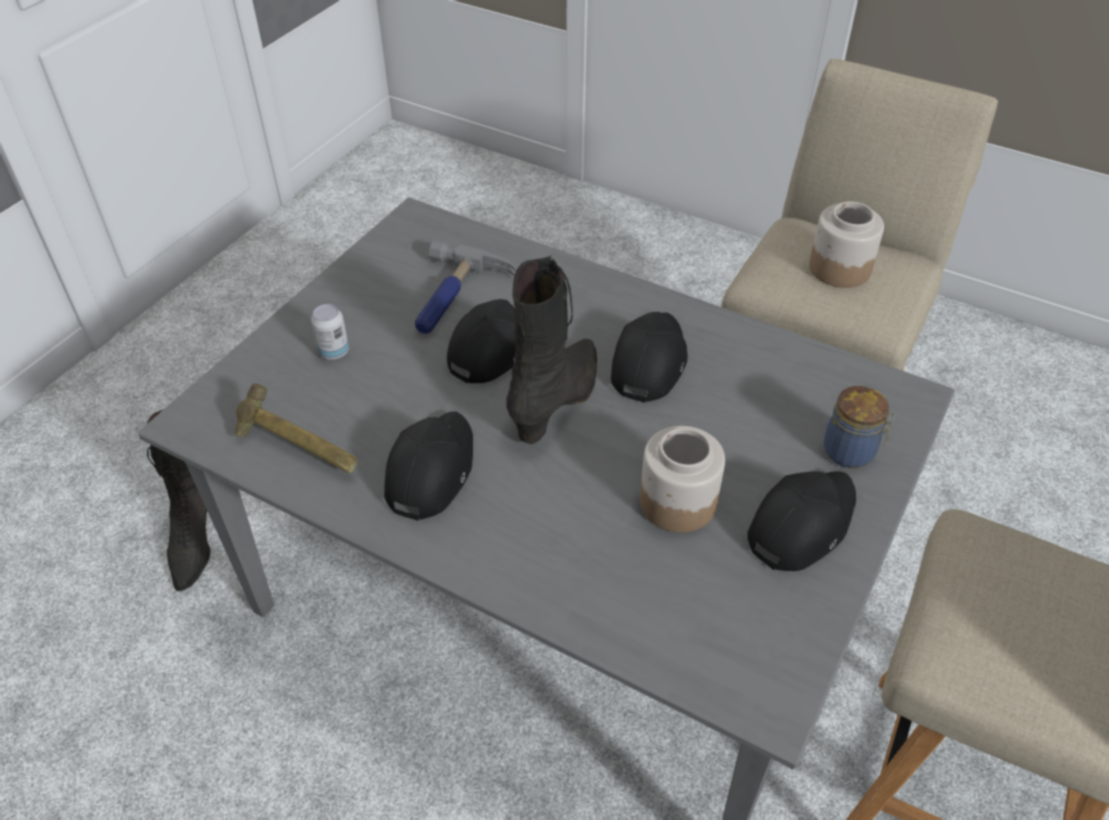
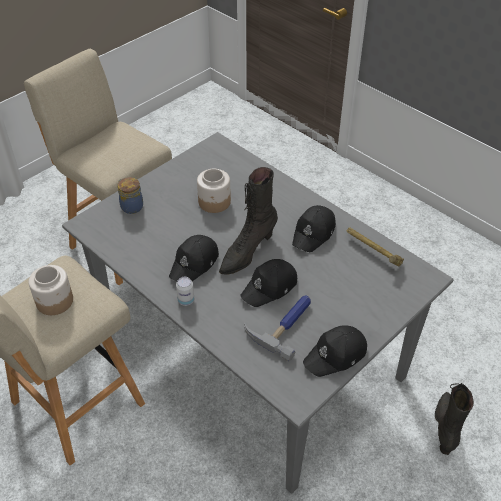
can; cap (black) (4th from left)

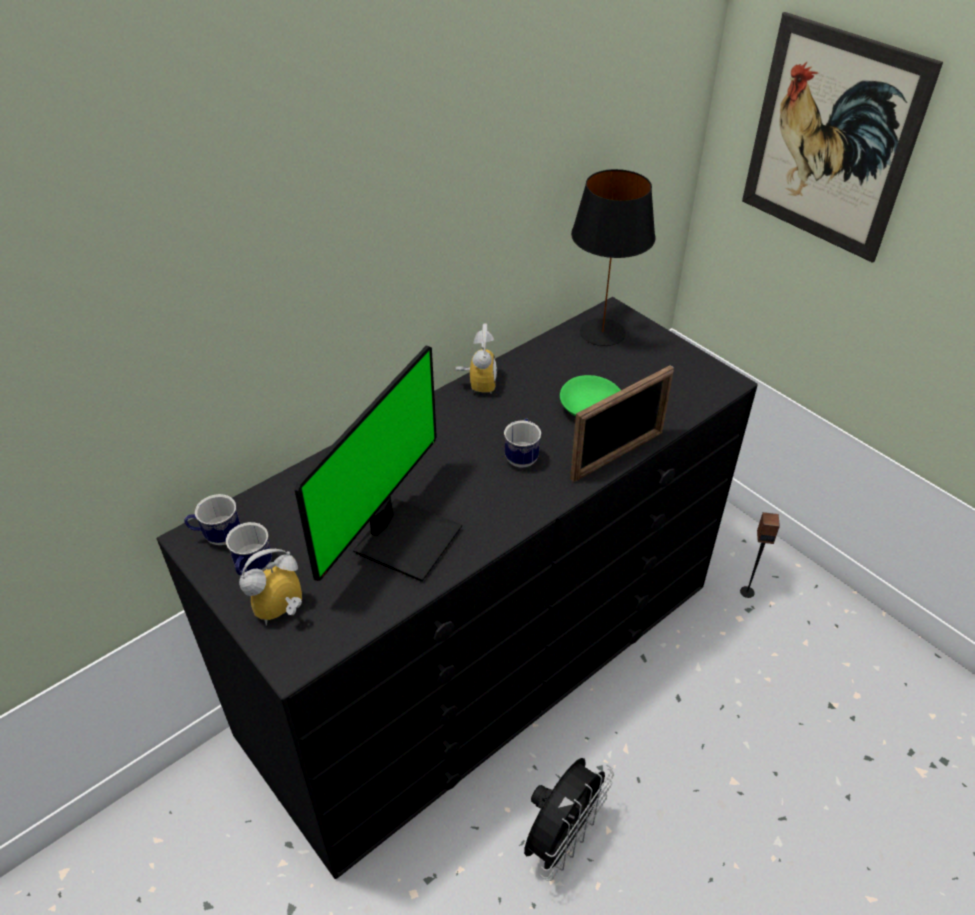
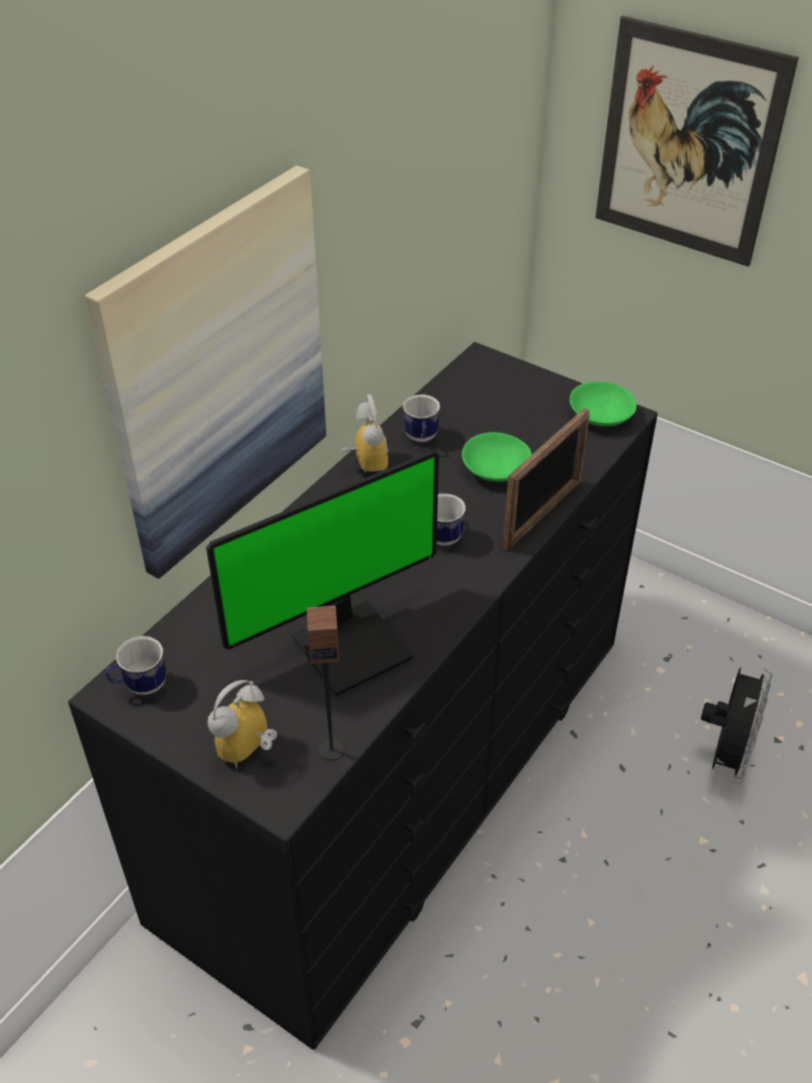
table lamp (black); picture (1st from left); bowl (green) (2nd from left); mug (2nd from left); fan (black); speaker; monitor

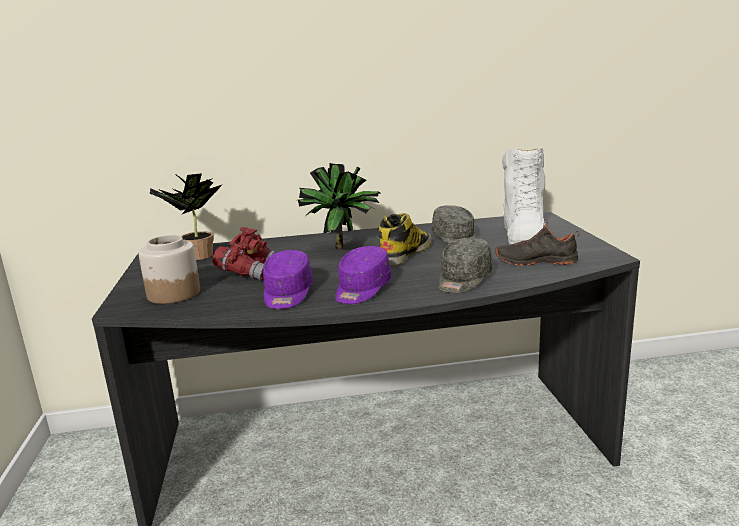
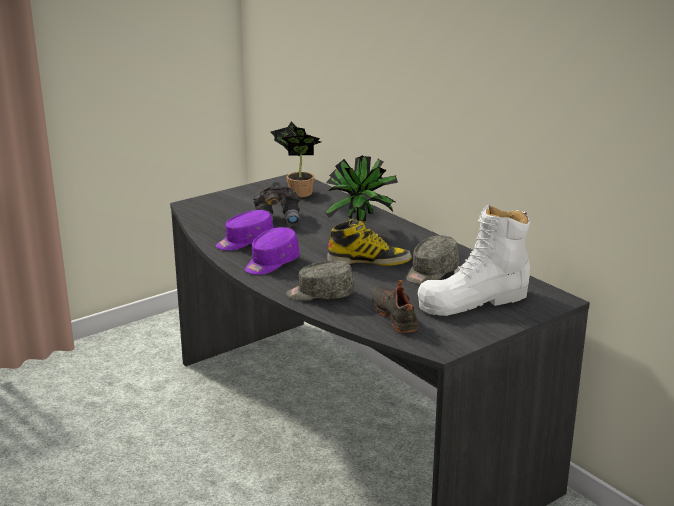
jar; binoculars (grey); cap (purple) (2nd from left)

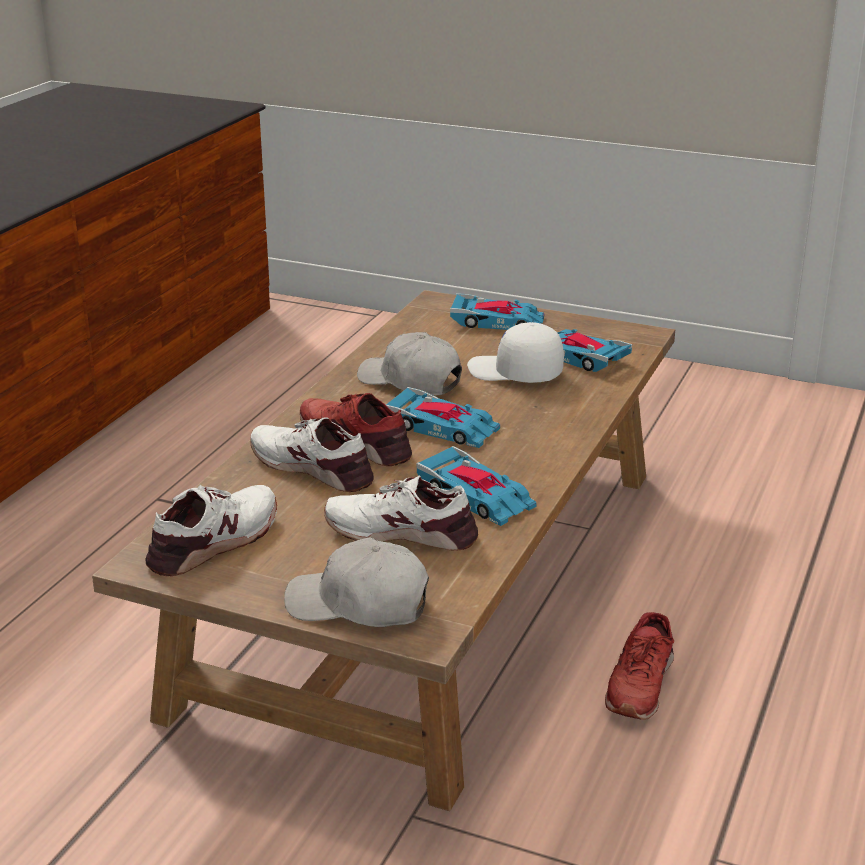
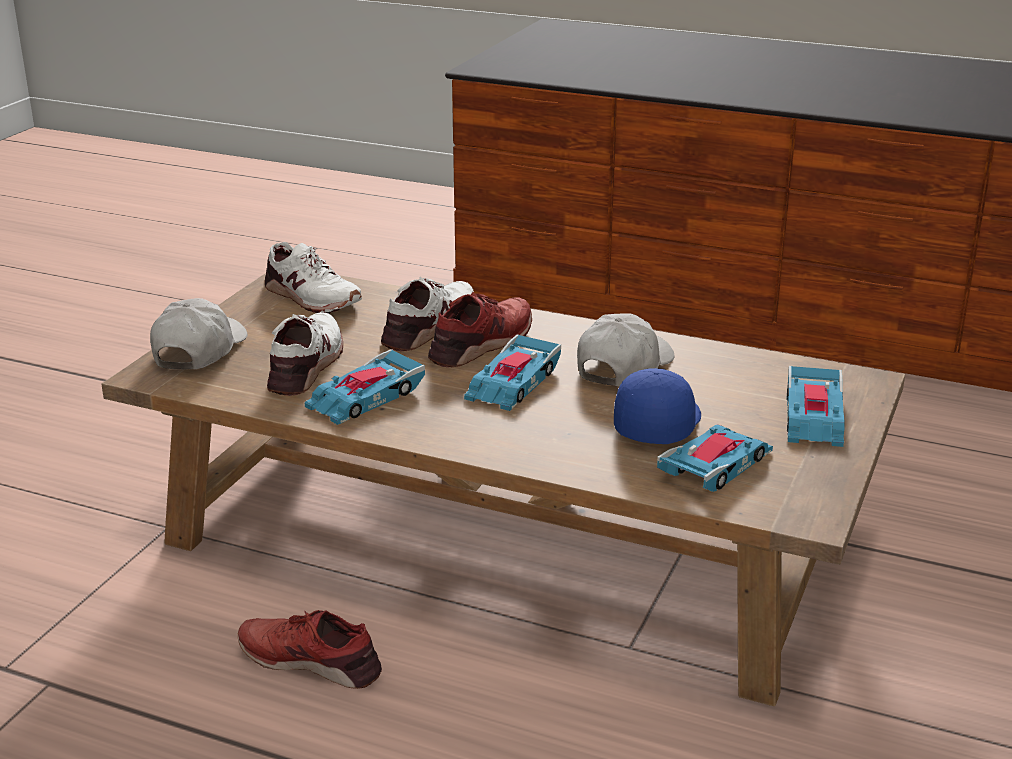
cap (blue)

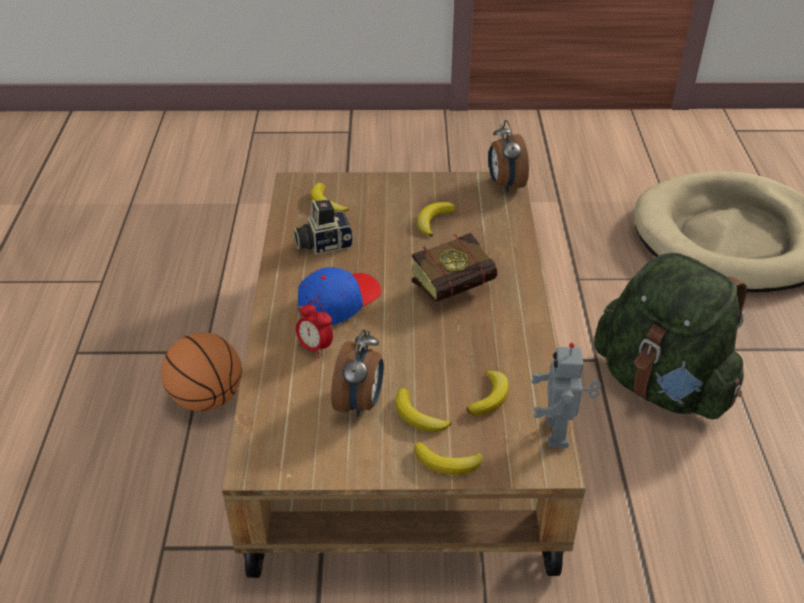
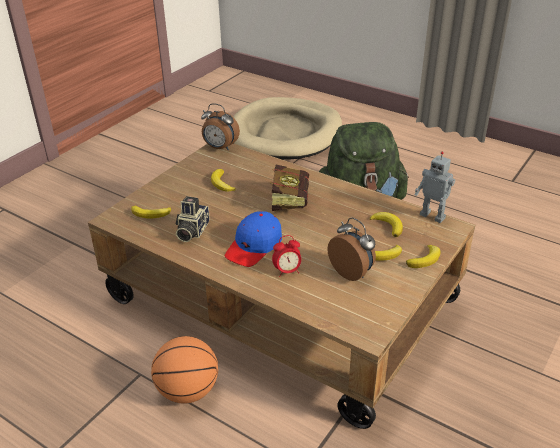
cap (blue)

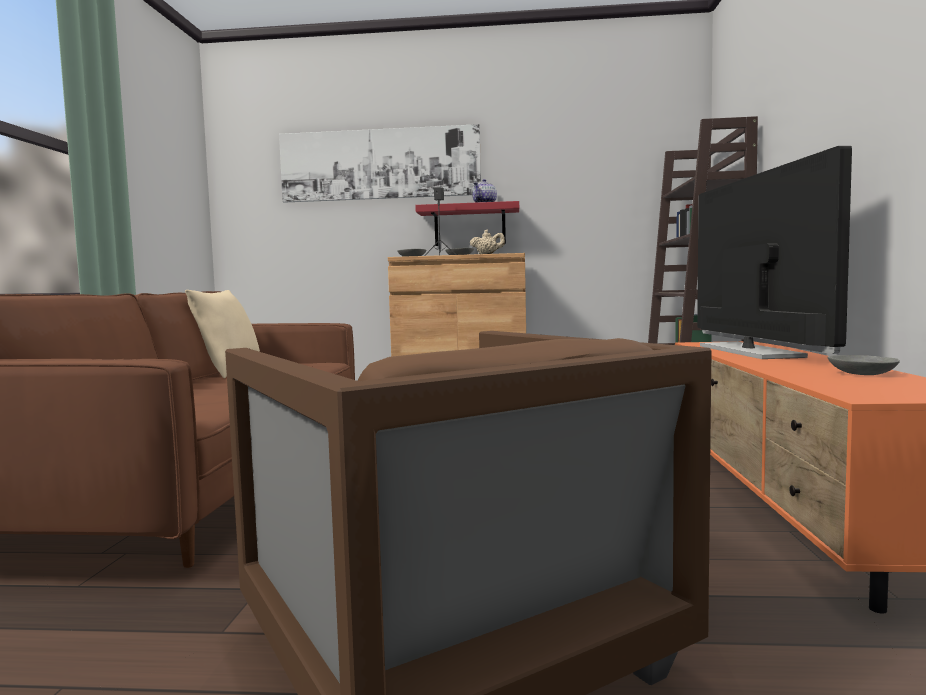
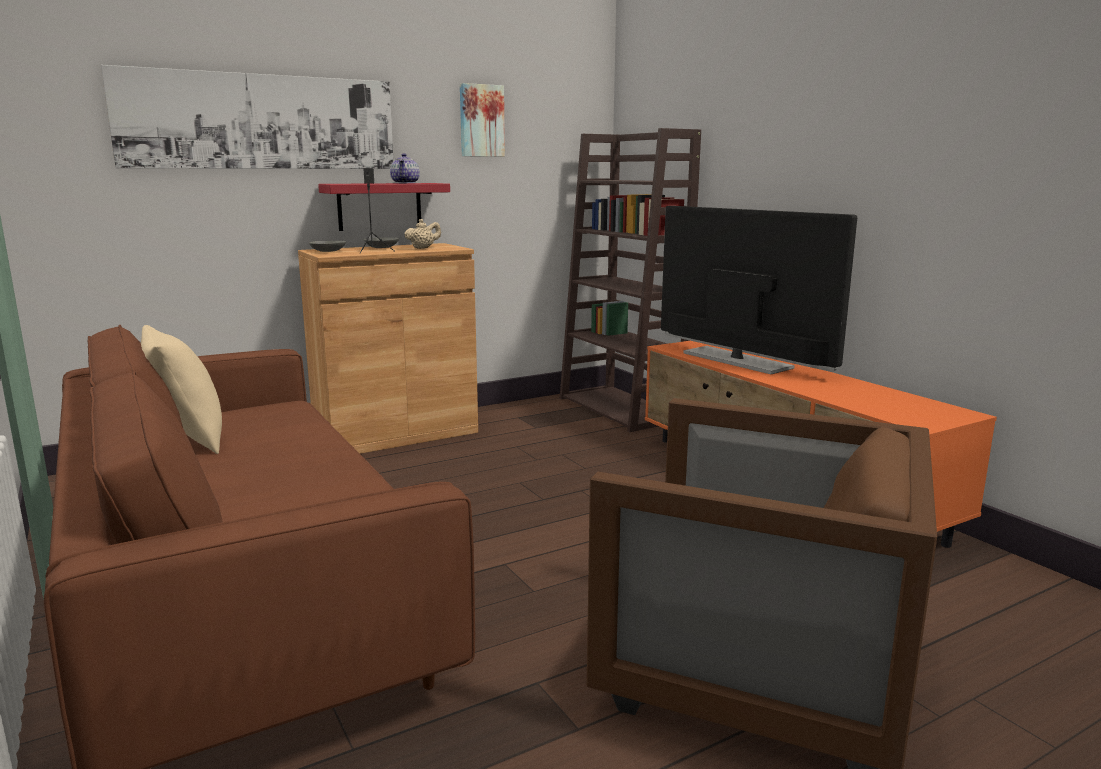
bowl (grey) (3rd from left in the first image); picture (2nd from left)

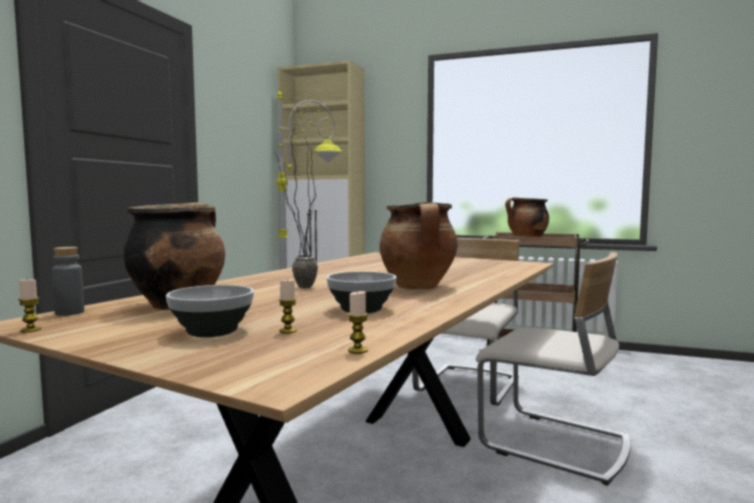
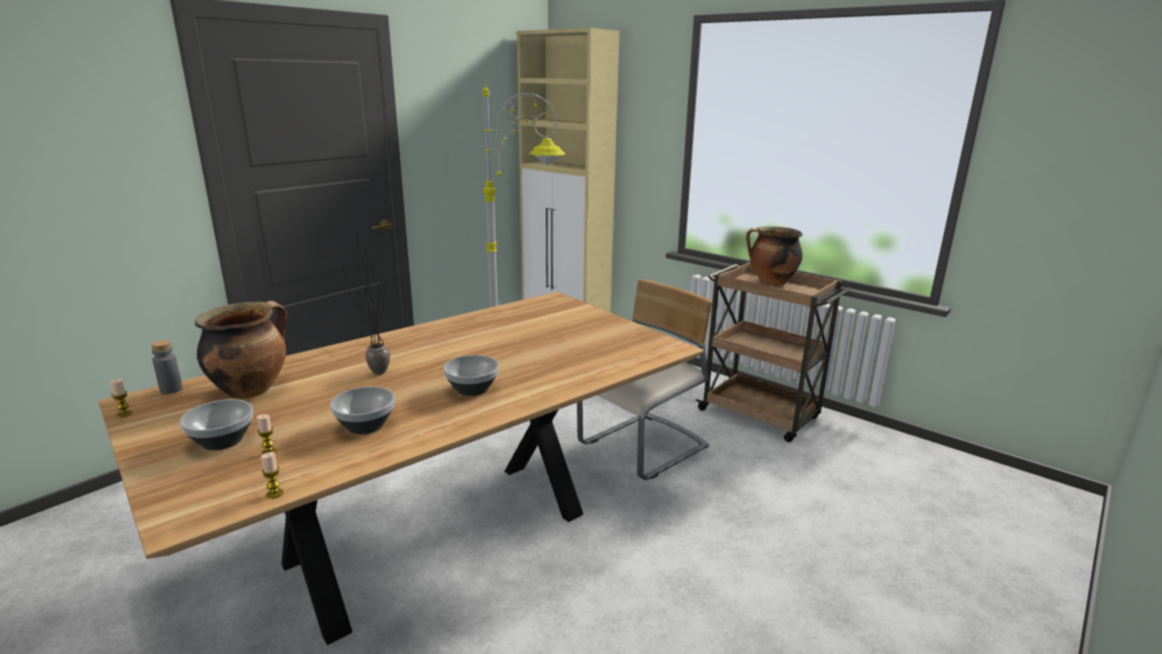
chair (beige) (2nd from left in the first image); bowl (3rd from left)

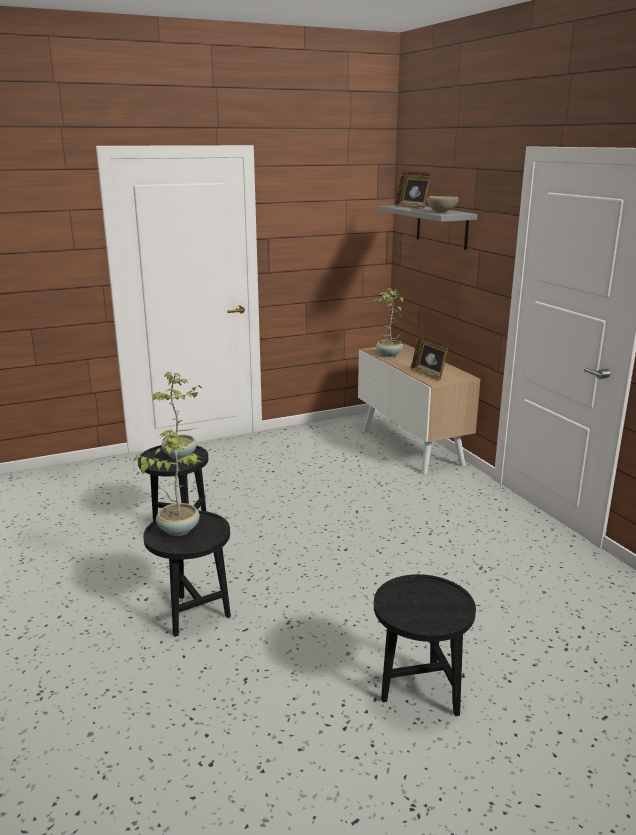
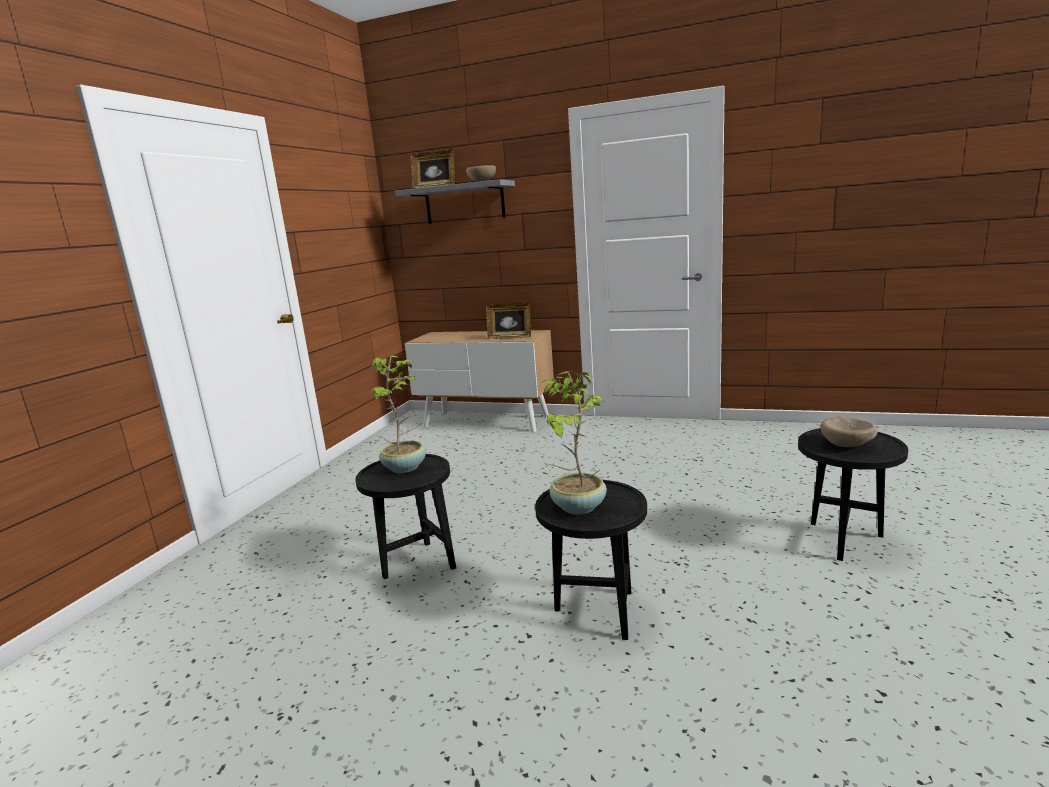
potted plant (3rd from left in the first image); bowl (beige) (2nd from left)

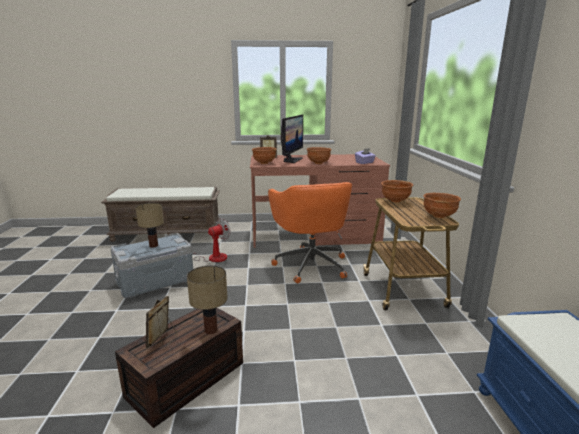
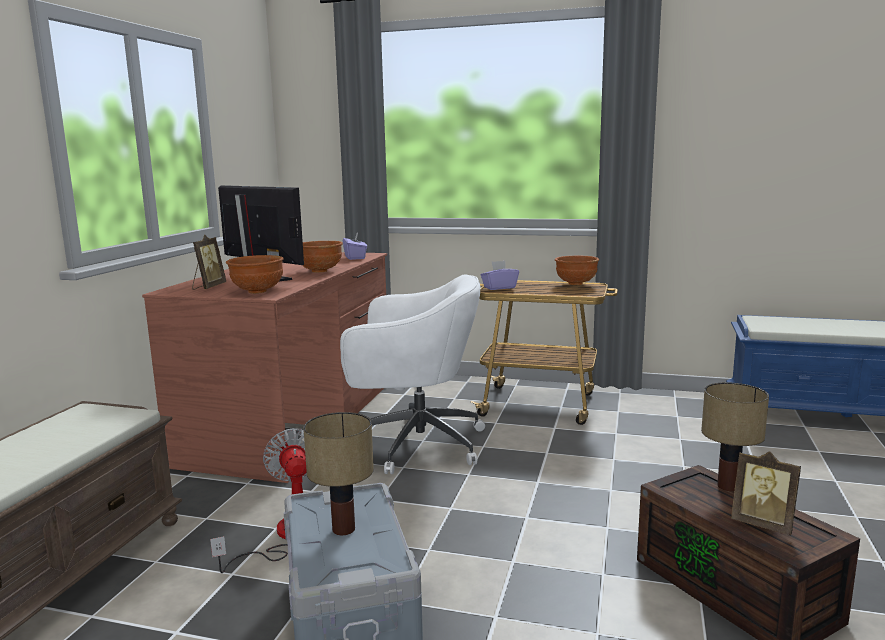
tissue box (purple) (2nd from left); office chair (white)

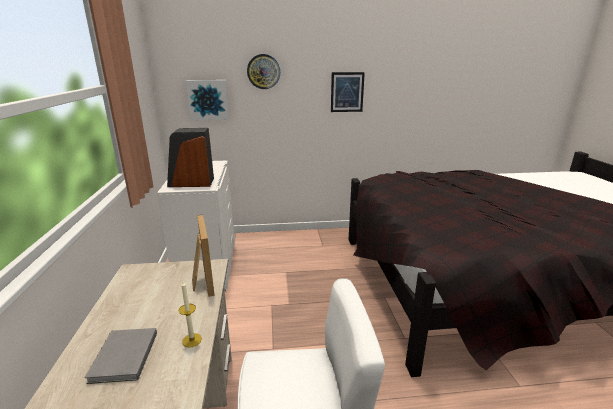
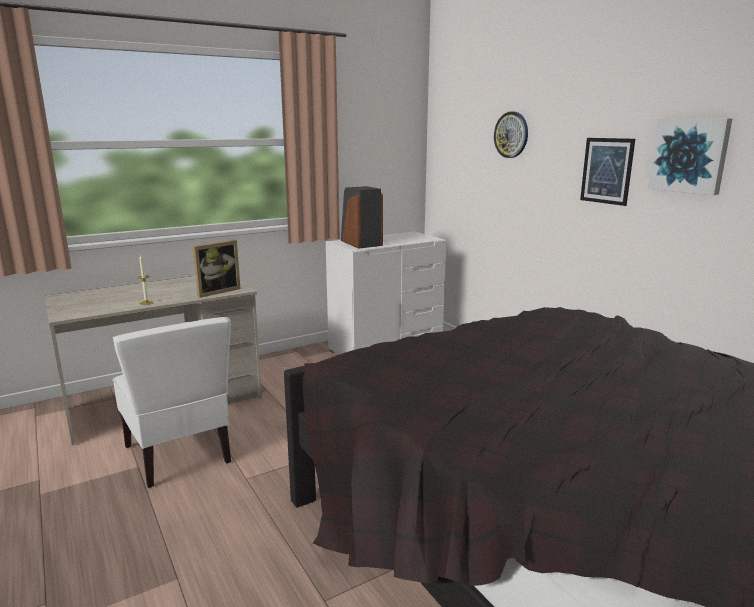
book (grey); picture (2nd from left)

